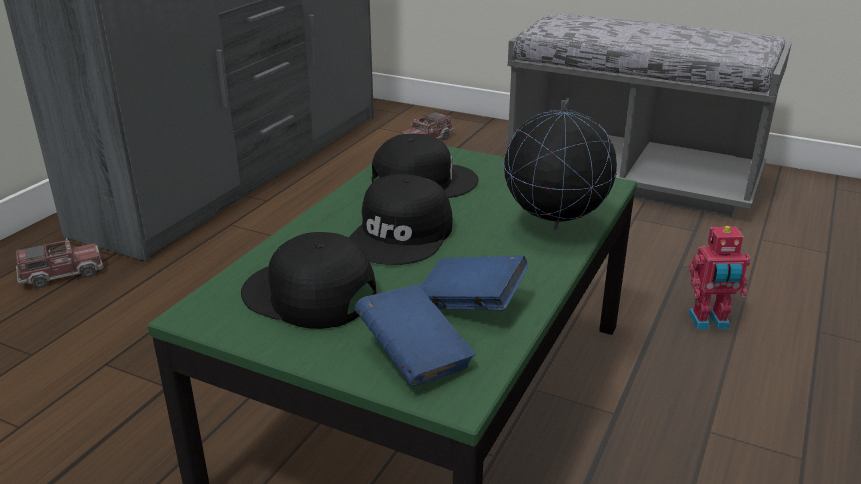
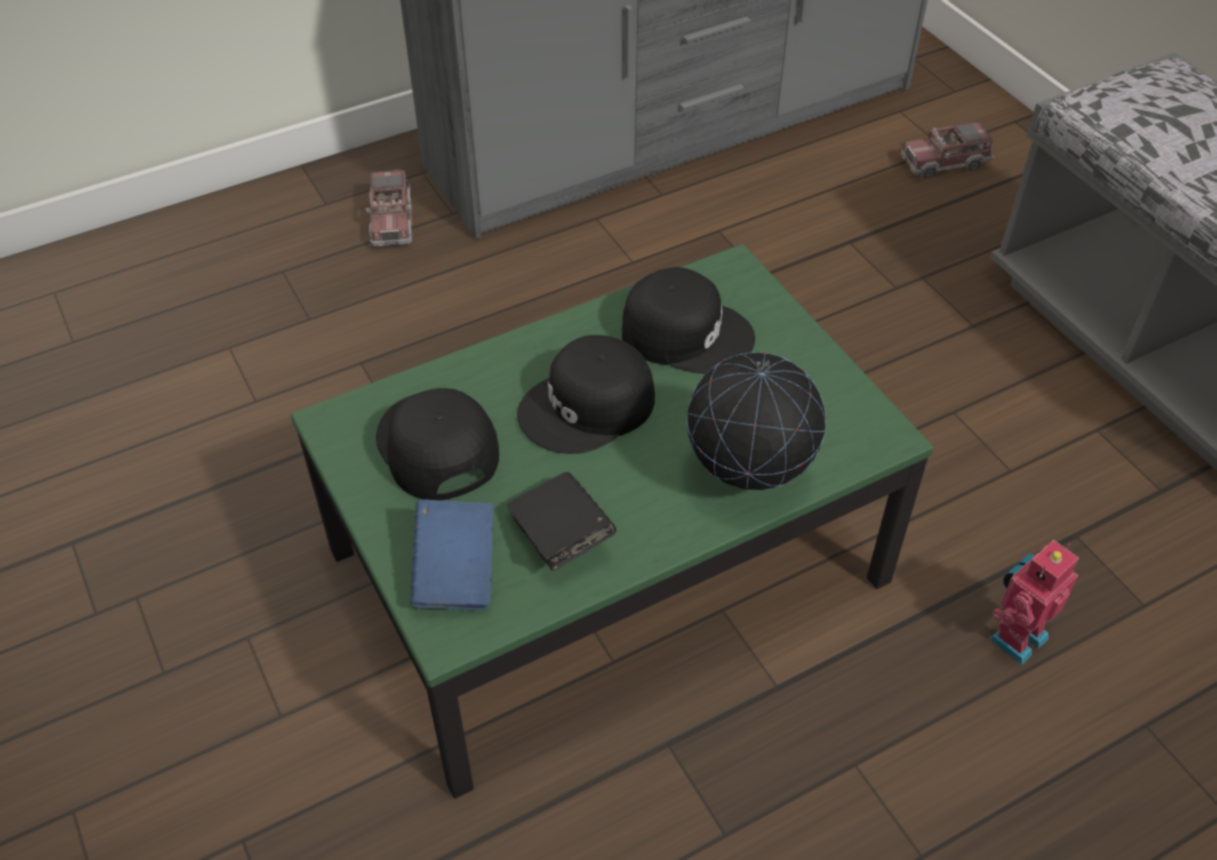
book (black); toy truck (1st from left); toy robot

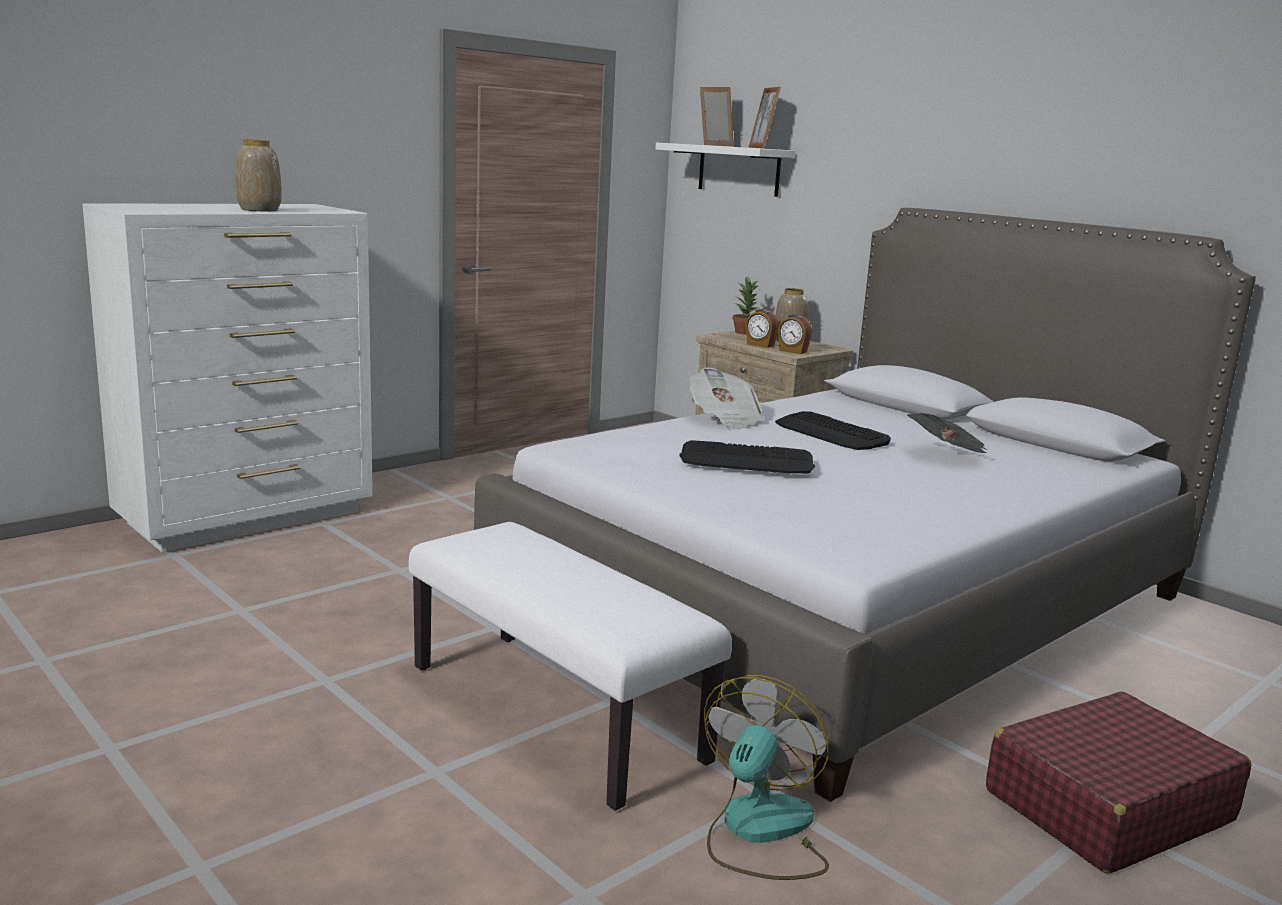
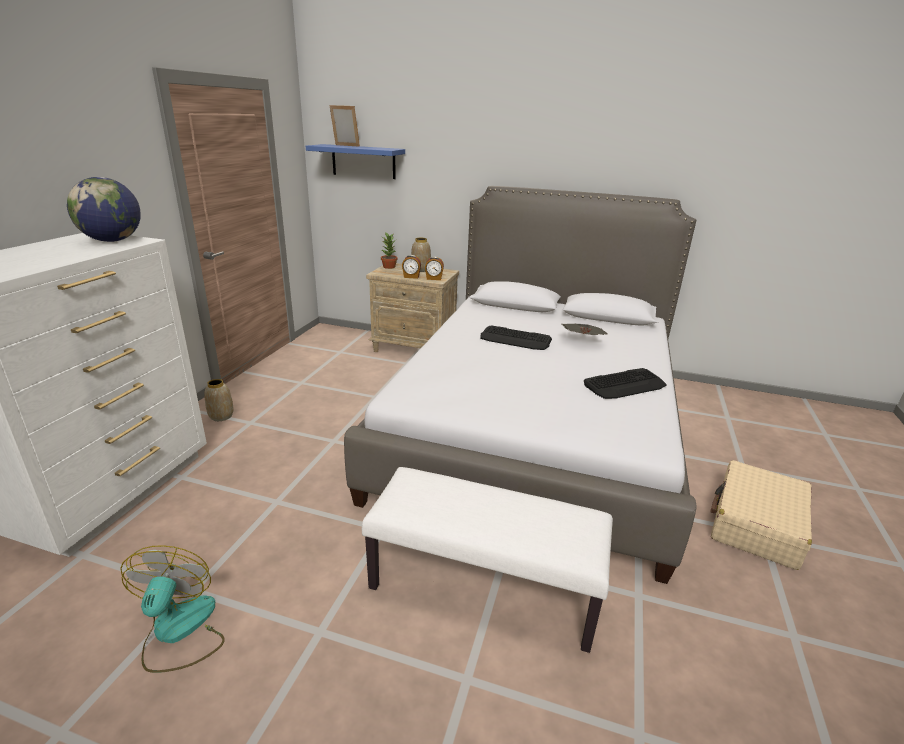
newspaper (1st from left in the first image); picture frame (2nd from left in the first image); globe; vase (1st from left); keyboard (2nd from left); fan; shelf (blue); suitcase (beige)

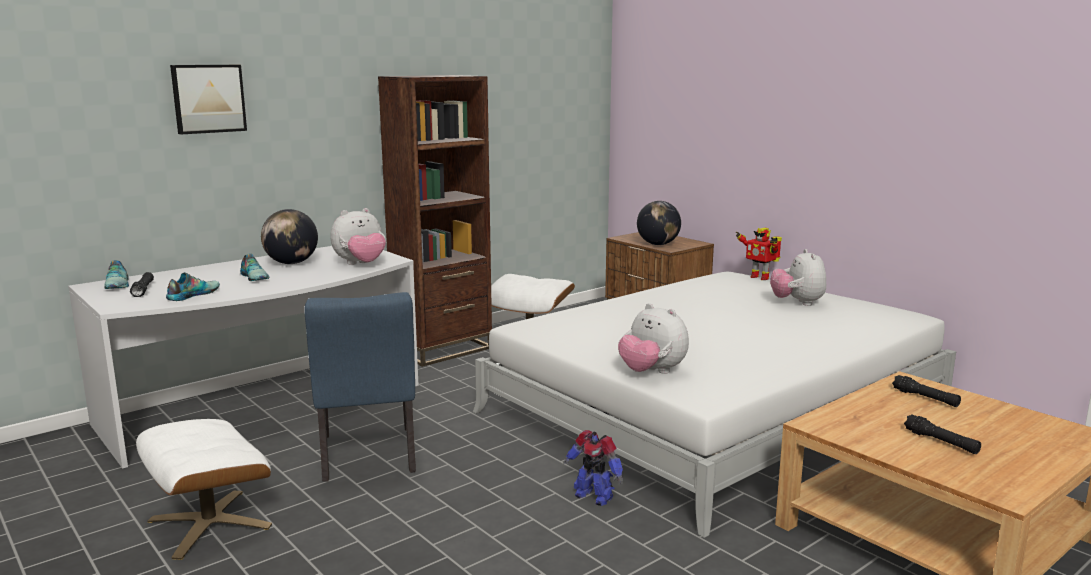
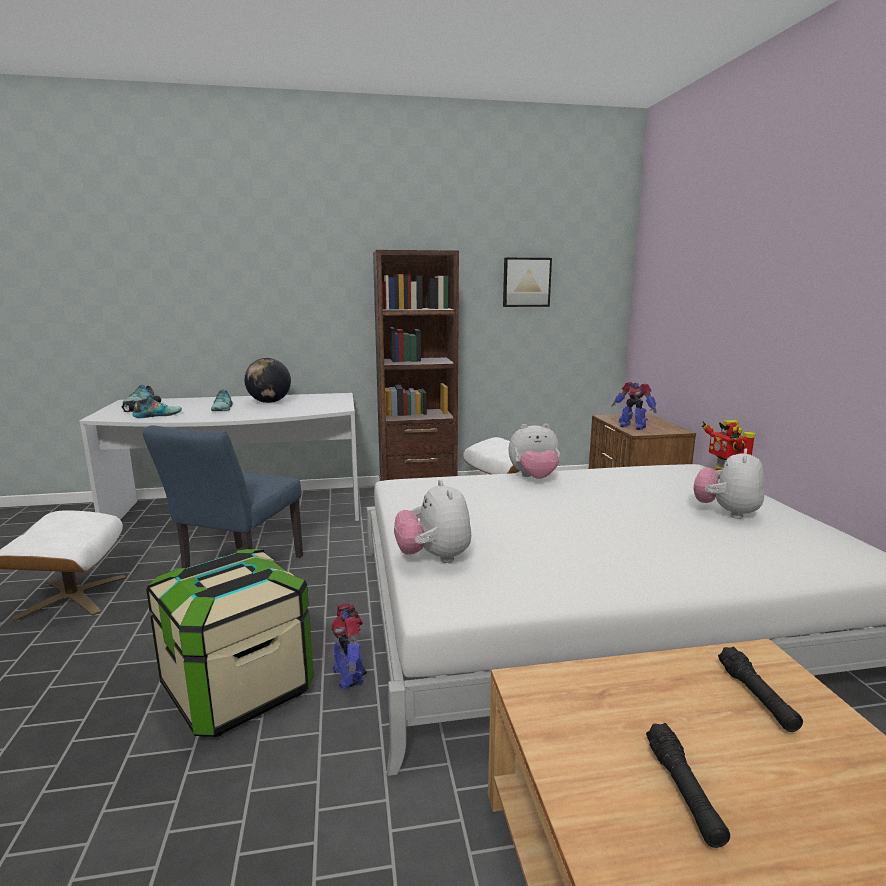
storage box; picture; plush toy (2nd from left); toy robot (2nd from left)

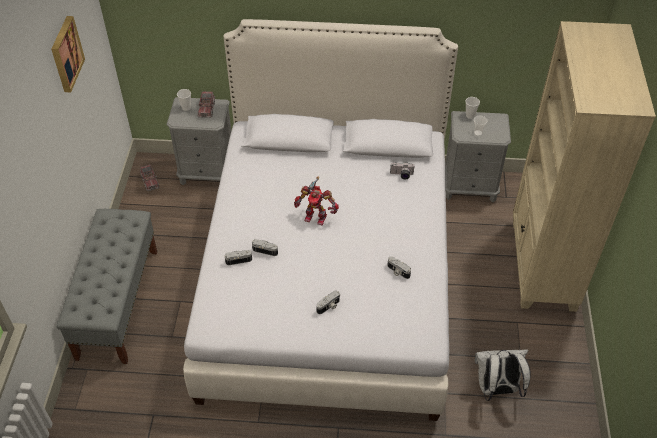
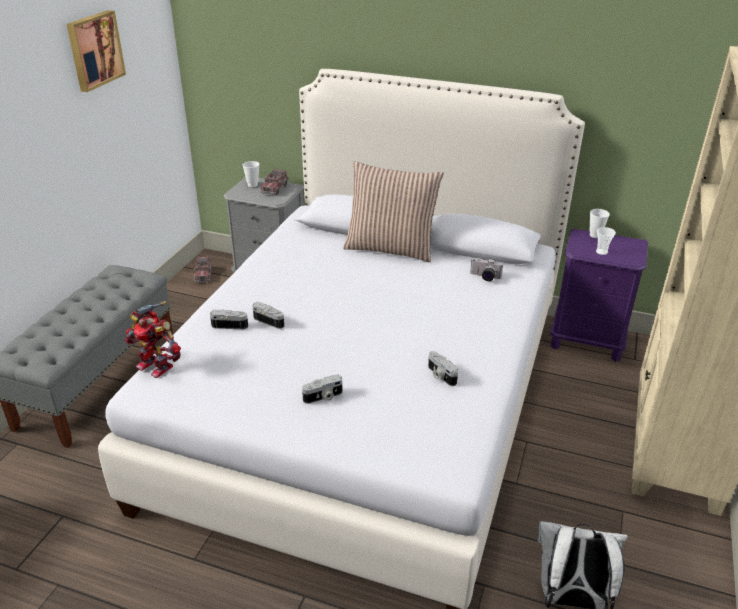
pillow; toy robot; nightstand (purple)

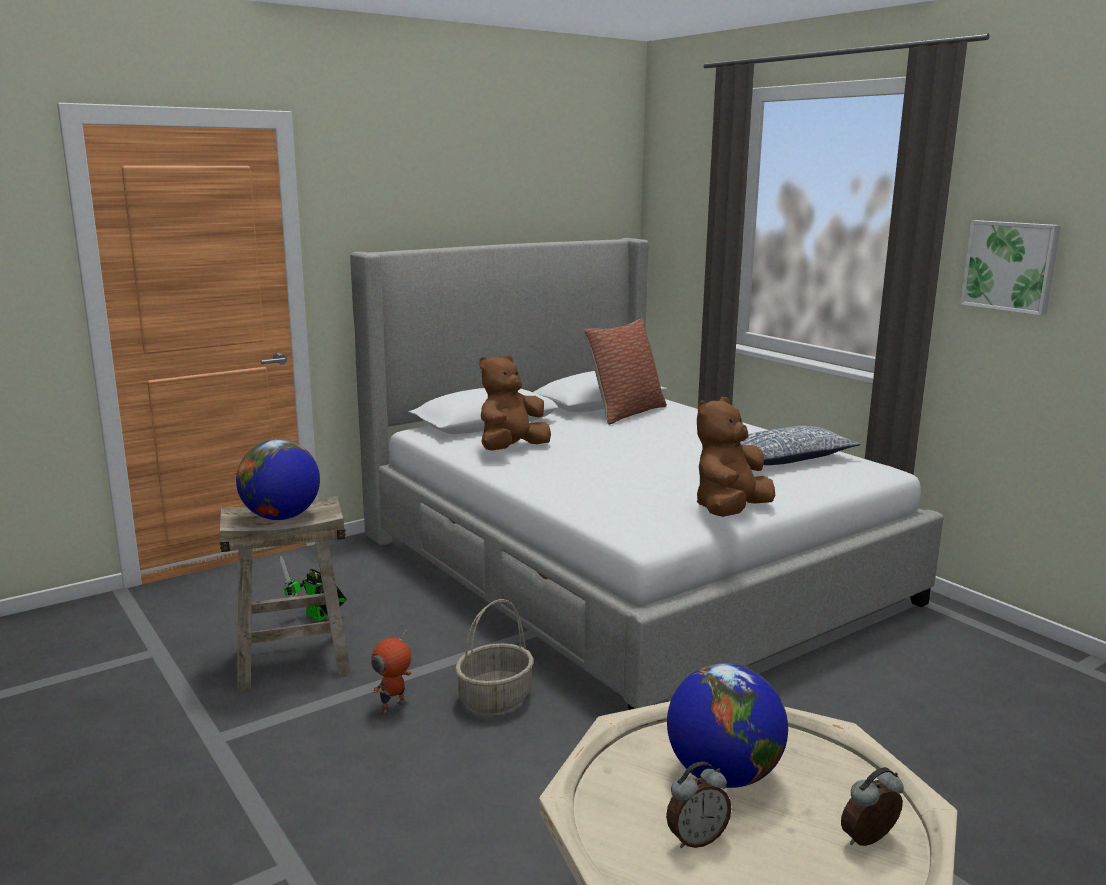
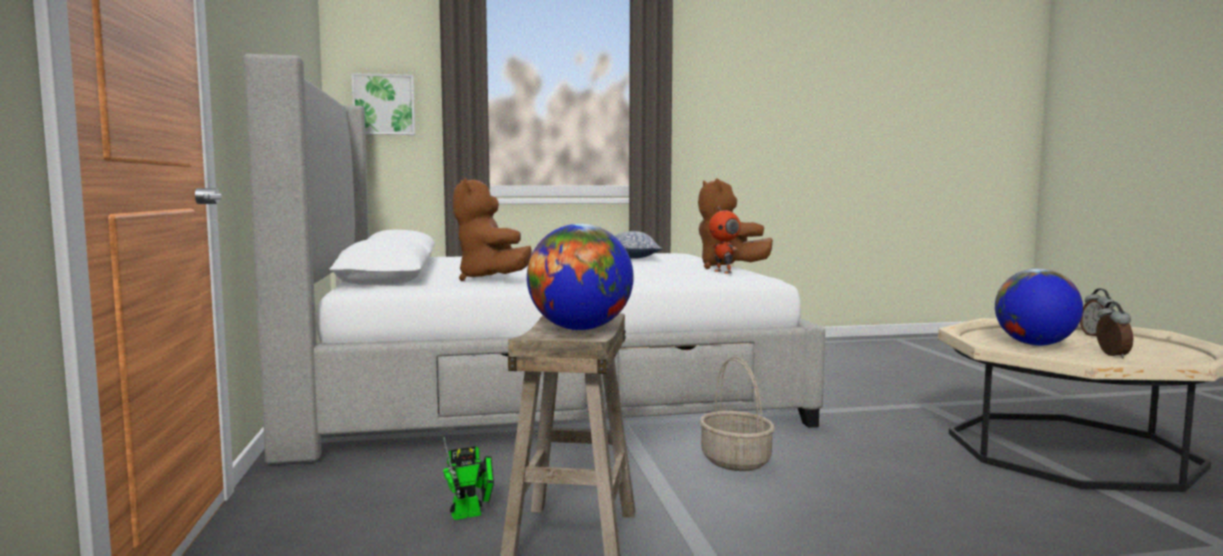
pillow (1st from left in the first image); toy robot (2nd from left); picture

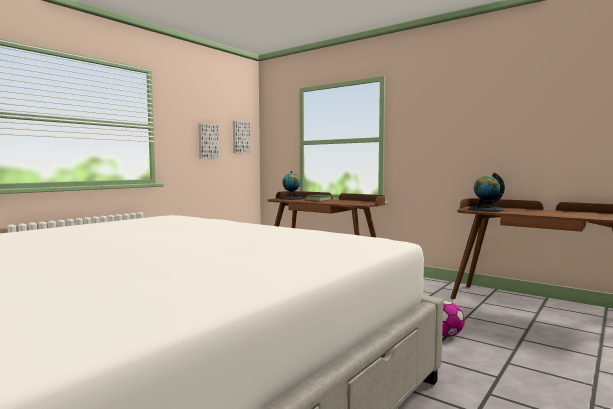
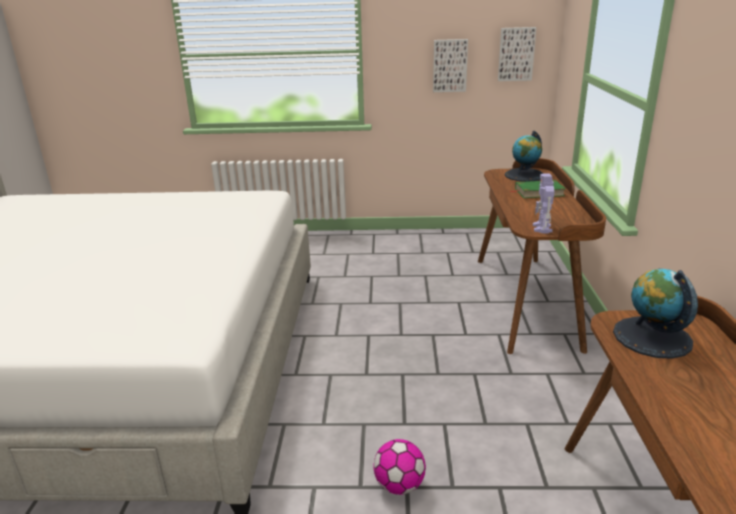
toy robot

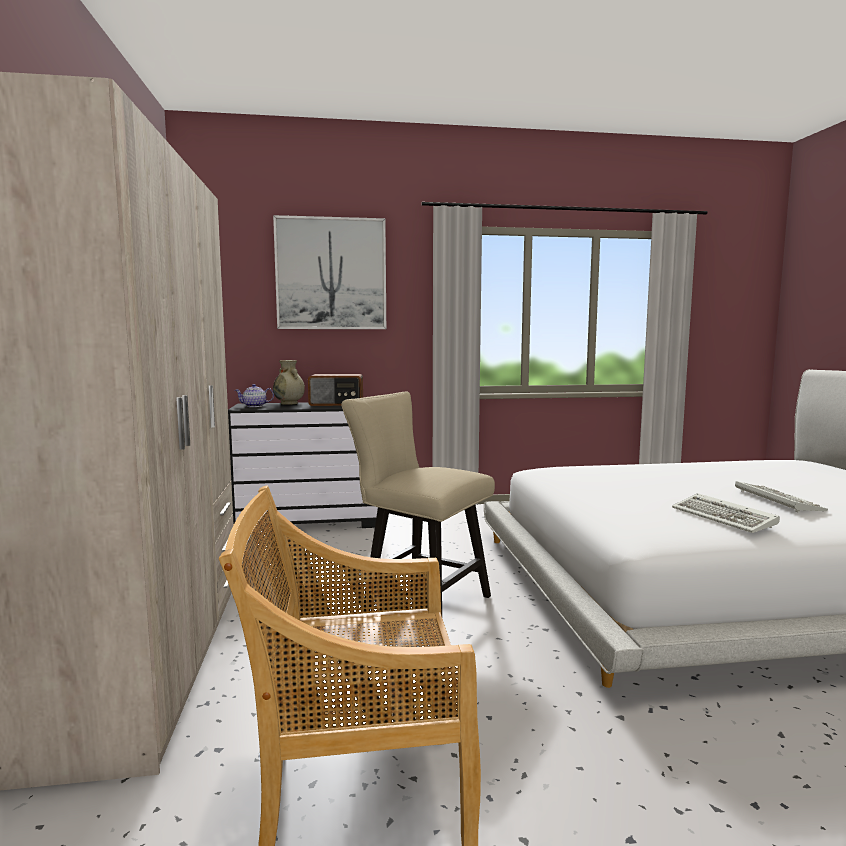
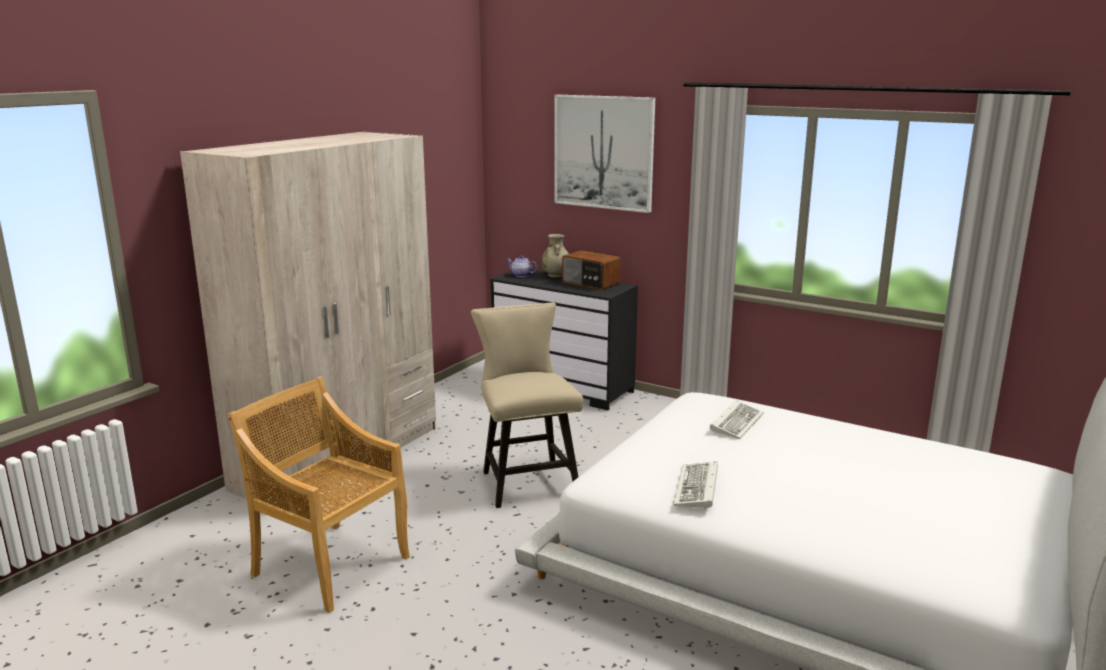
keyboard (2nd from left)

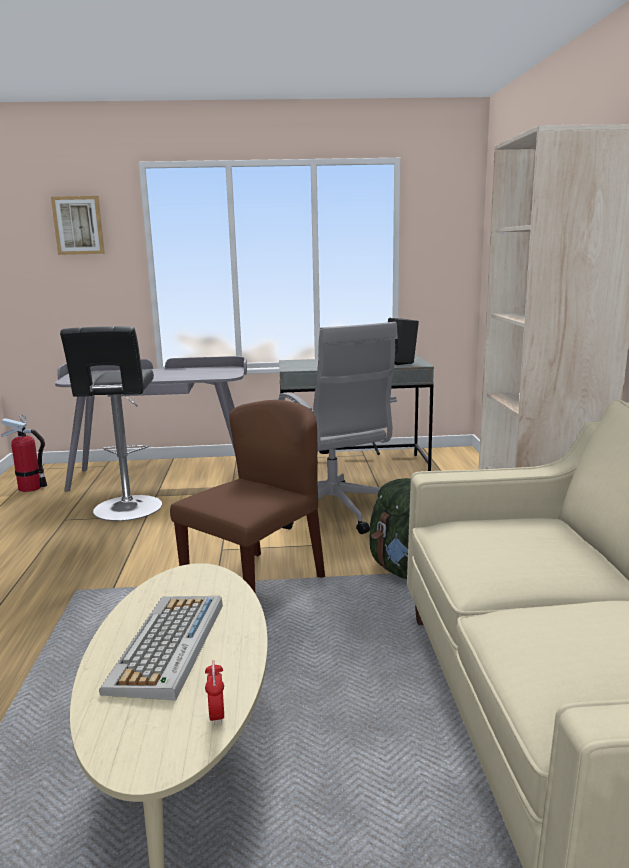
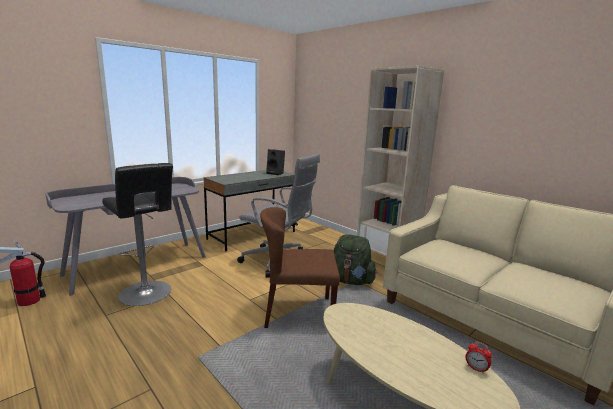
picture; keyboard; chair (brown)

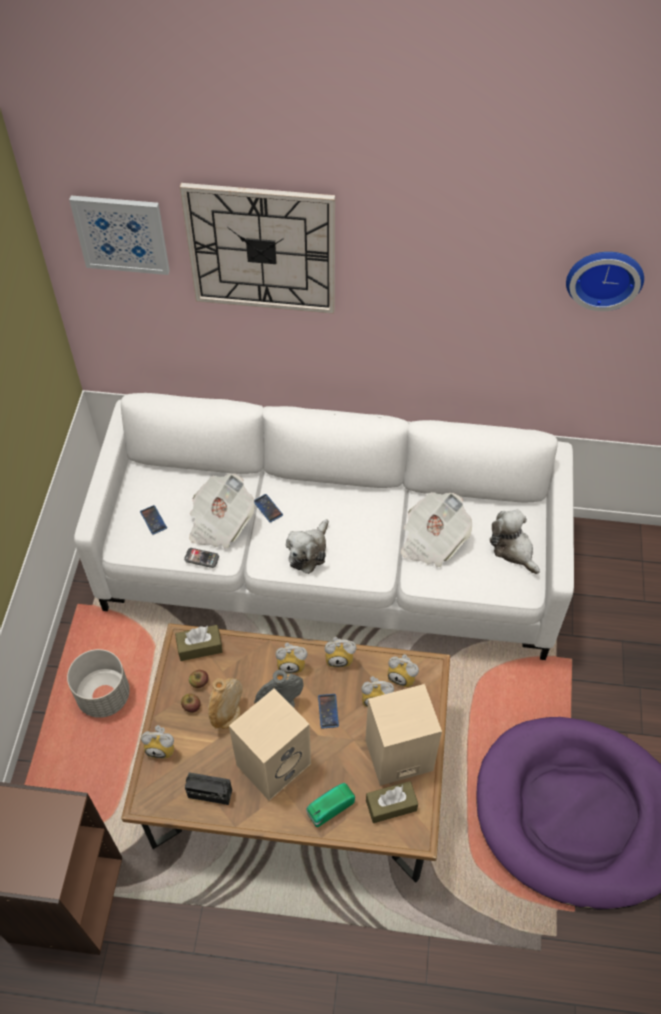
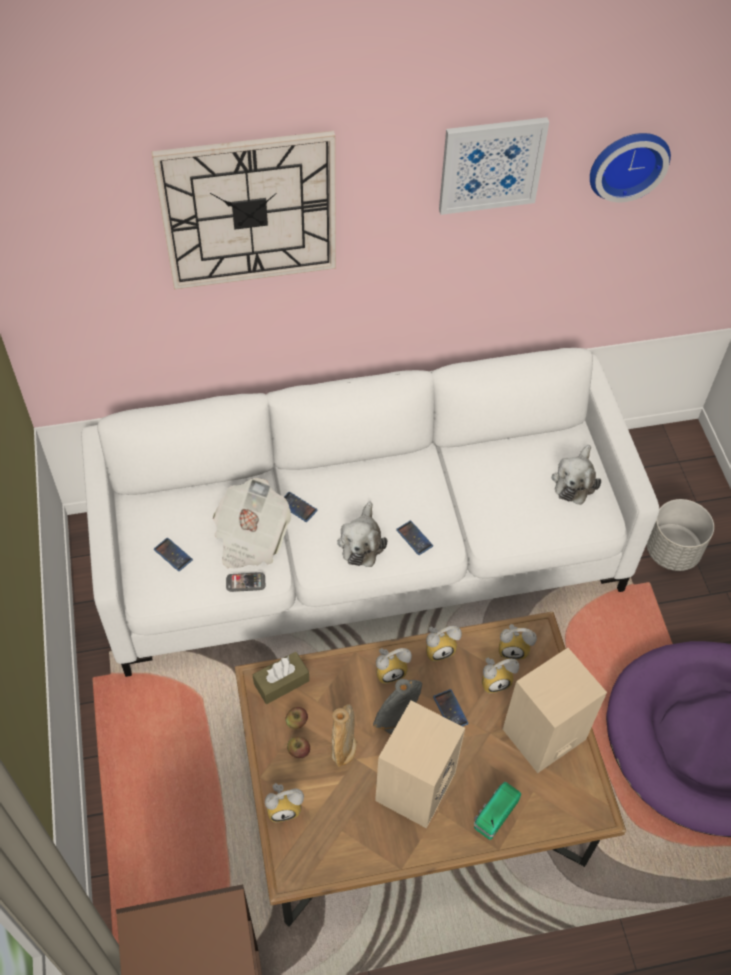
radio (1st from left in the first image); tissue box (brown) (2nd from left in the first image); newspaper (2nd from left in the first image); phone (4th from left); planter (grey); picture; plush toy (2nd from left)

